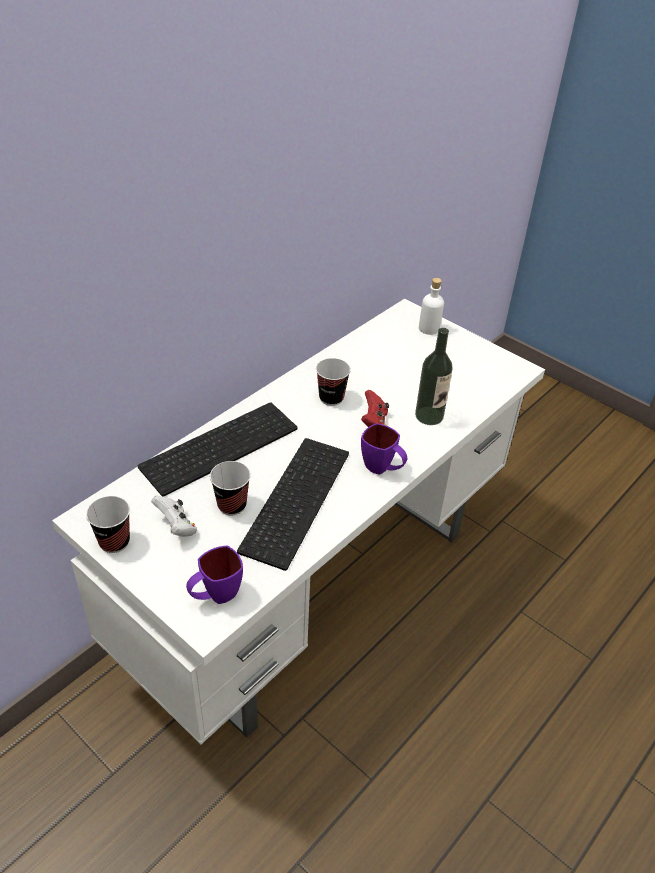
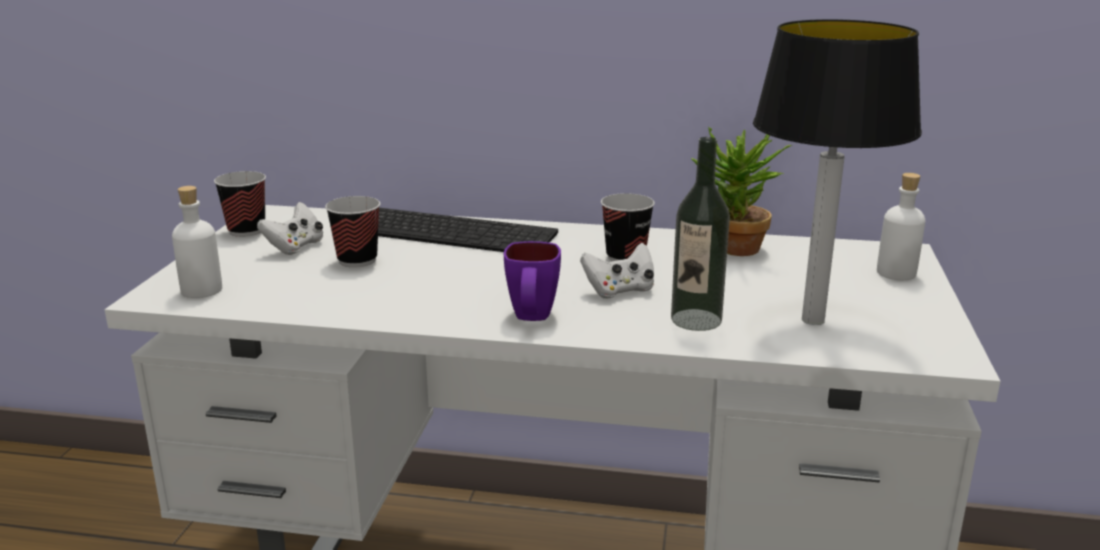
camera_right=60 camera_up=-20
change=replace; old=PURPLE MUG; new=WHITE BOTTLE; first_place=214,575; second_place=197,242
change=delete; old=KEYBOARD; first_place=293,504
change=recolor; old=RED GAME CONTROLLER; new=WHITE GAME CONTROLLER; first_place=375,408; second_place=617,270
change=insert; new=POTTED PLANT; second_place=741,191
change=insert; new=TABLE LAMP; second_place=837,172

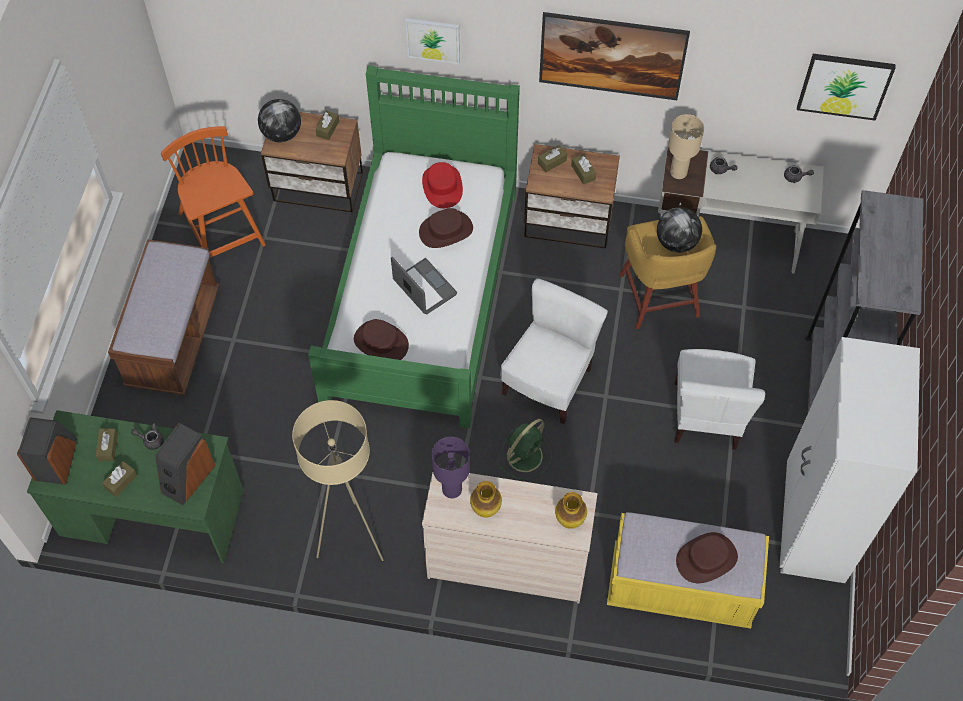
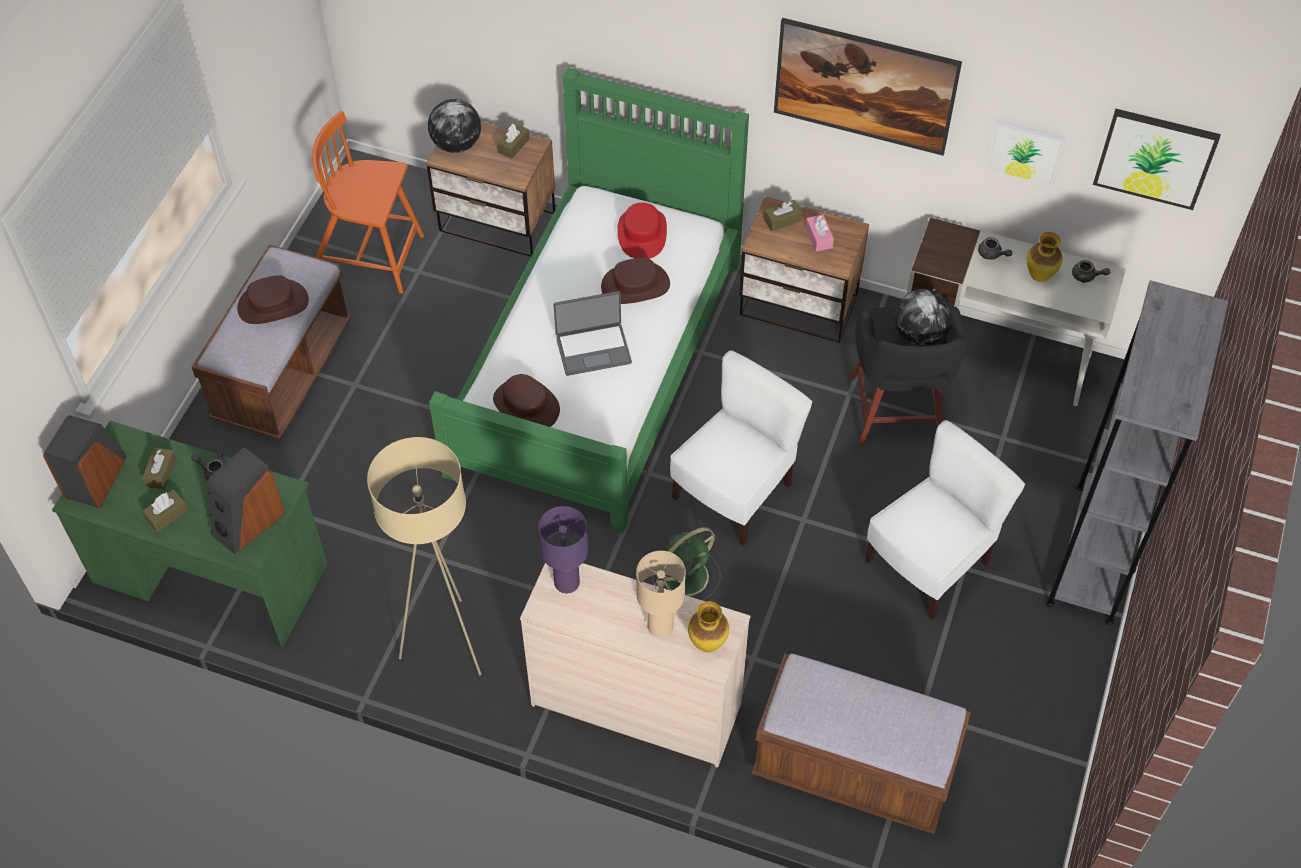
camera_right=10 camera_up=-5
change=rotate; old=ORANGE CHAIR; first_place=213,192; second_place=368,202; degrees=-60
change=rotate; old=LAPTOP; first_place=424,286; second_place=592,333; degrees=105
change=move; old=PICTURE; first_place=432,41; second_place=1026,154
change=move; old=VASE; first_place=486,499; second_place=1045,257
change=recolor; old=BROWN TISSUE BOX; new=PINK TISSUE BOX; first_place=583,169; second_place=820,233
change=recolor; old=YELLOW BENCH; new=BROWN BENCH; first_place=688,570; second_place=861,744
change=recolor; old=YELLOW STOOL; new=BLACK STOOL; first_place=667,272; second_place=908,376
change=move; old=BEIGE TABLE LAMP; first_place=686,146; second_place=661,594
change=rotate; old=WHITE CHAIR; first_place=719,399; second_place=945,519; degrees=-150
change=move; old=BROWN HAT; first_place=707,557; second_place=273,299
change=delete; old=WHITE WARDROBE; first_place=850,460

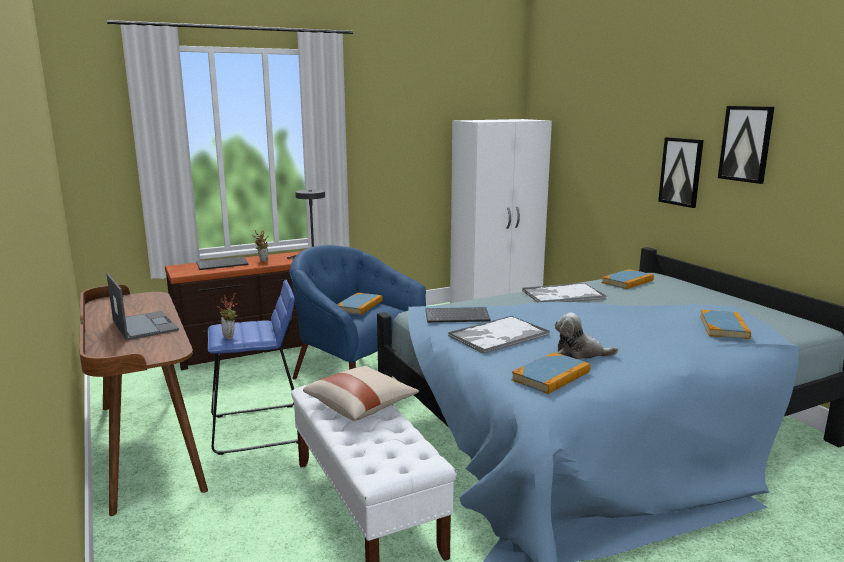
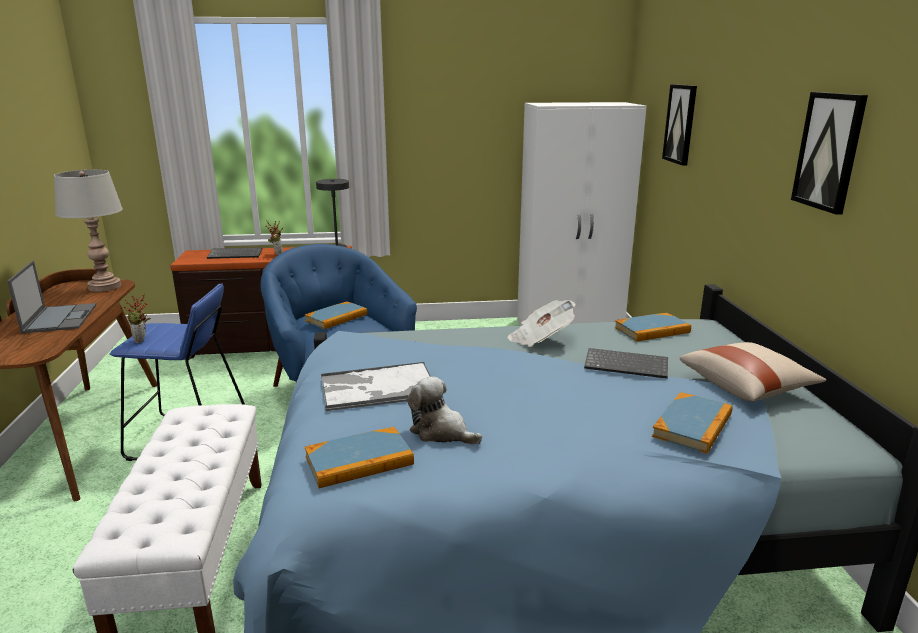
camera_right=20 camera_up=5
change=move; old=BEIGE PILLOW; first_place=361,393; second_place=753,372
change=move; old=KEYBOARD; first_place=458,315; second_place=626,363
change=replace; old=TRAY; new=NEWSPAPER; first_place=564,293; second_place=541,323
change=move; old=PICTURE; first_place=681,172; second_place=679,125
change=insert; new=GREY TABLE LAMP; second_place=88,231

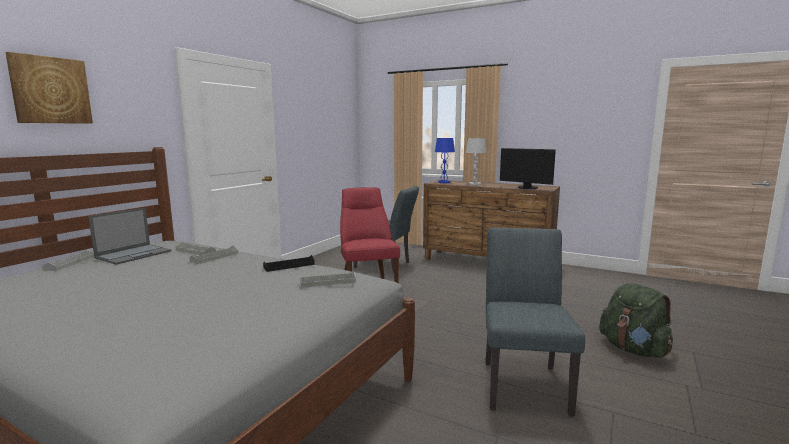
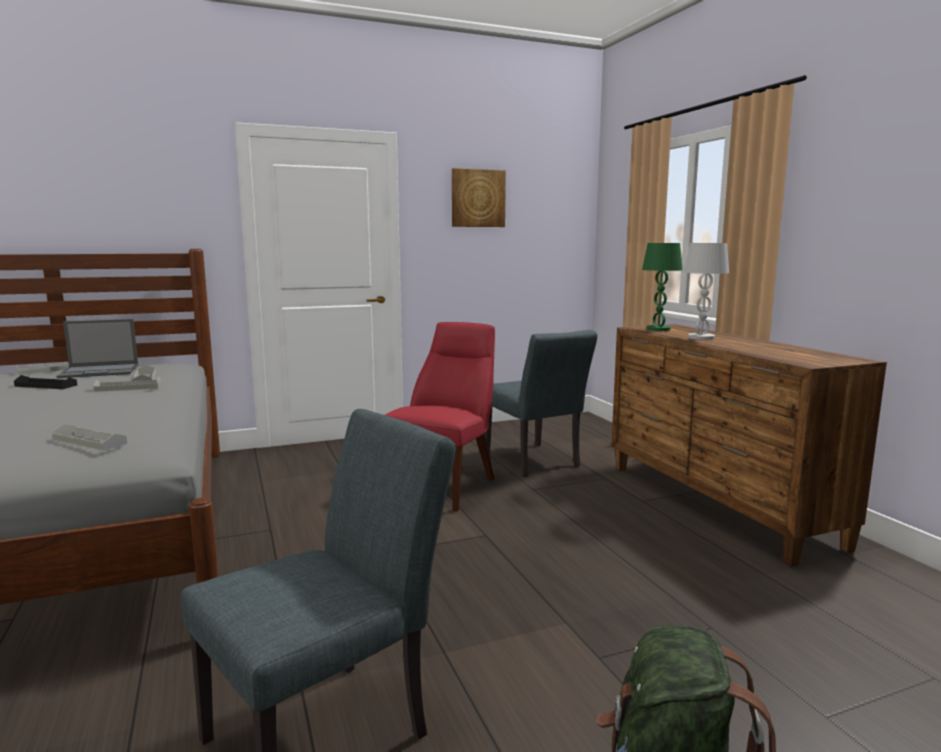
camera_right=40 camera_up=0
change=move; old=PICTURE; first_place=49,88; second_place=479,197
change=move; old=BLACK TRAY; first_place=289,263; second_place=45,382
change=recolor; old=BLUE TABLE LAMP; new=GREEN TABLE LAMP; first_place=445,160; second_place=662,287
change=delete; old=MONITOR; first_place=528,168

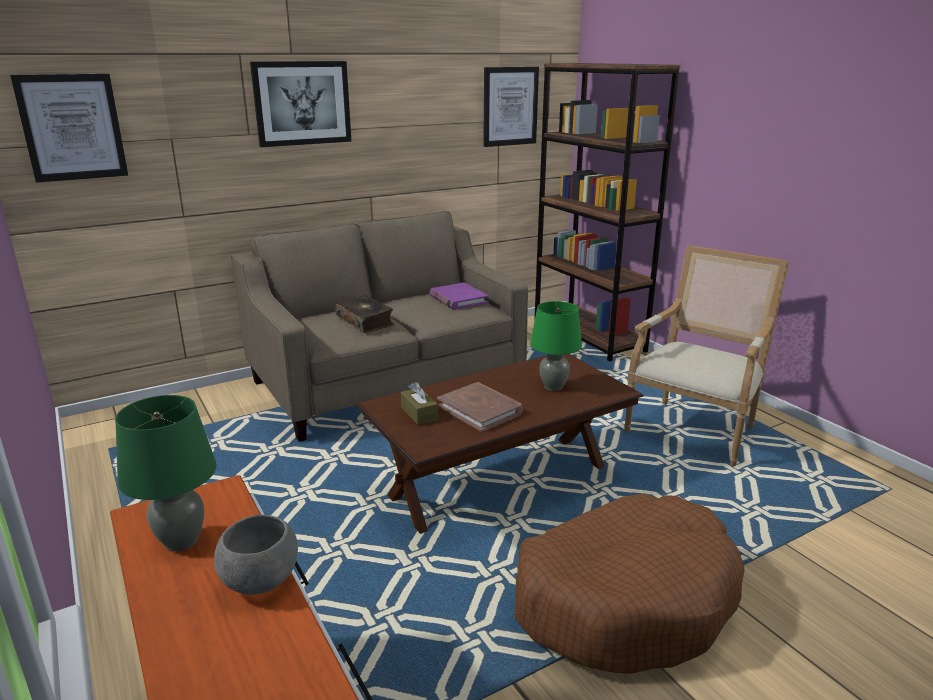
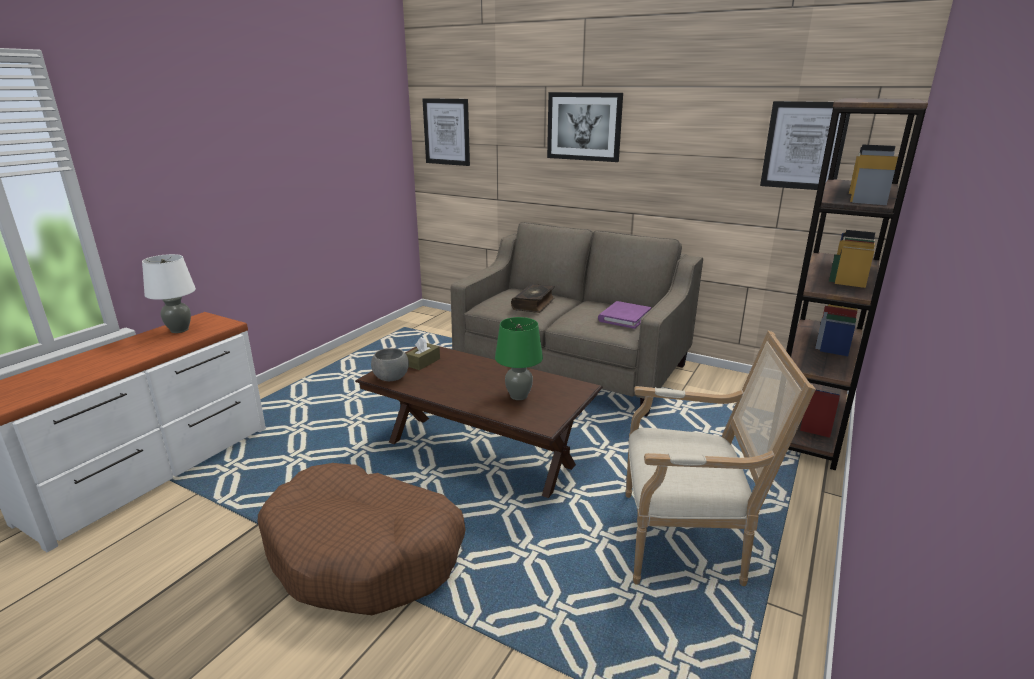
camera_right=60 camera_up=0
change=recolor; old=GREEN TABLE LAMP; new=WHITE TABLE LAMP; first_place=165,473; second_place=169,293
change=move; old=GREY BOWL; first_place=256,555; second_place=390,364
change=delete; old=BROWN BOOK; first_place=480,407

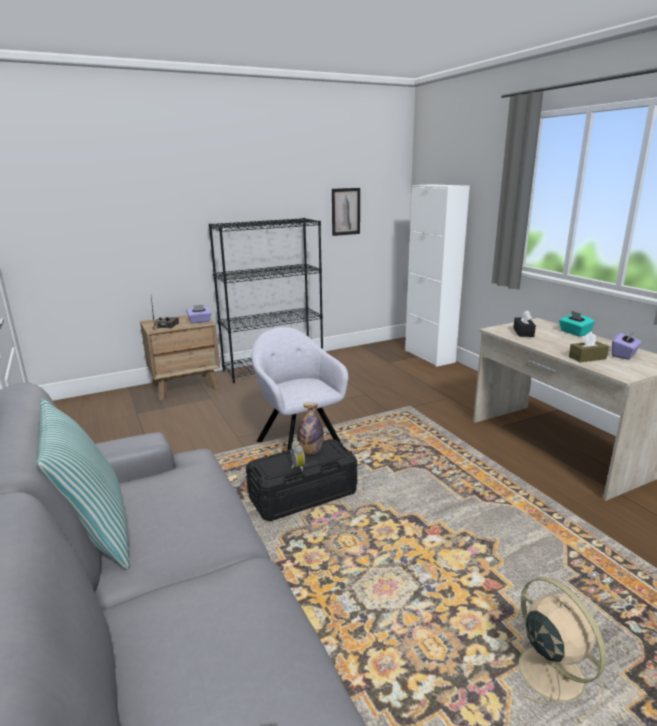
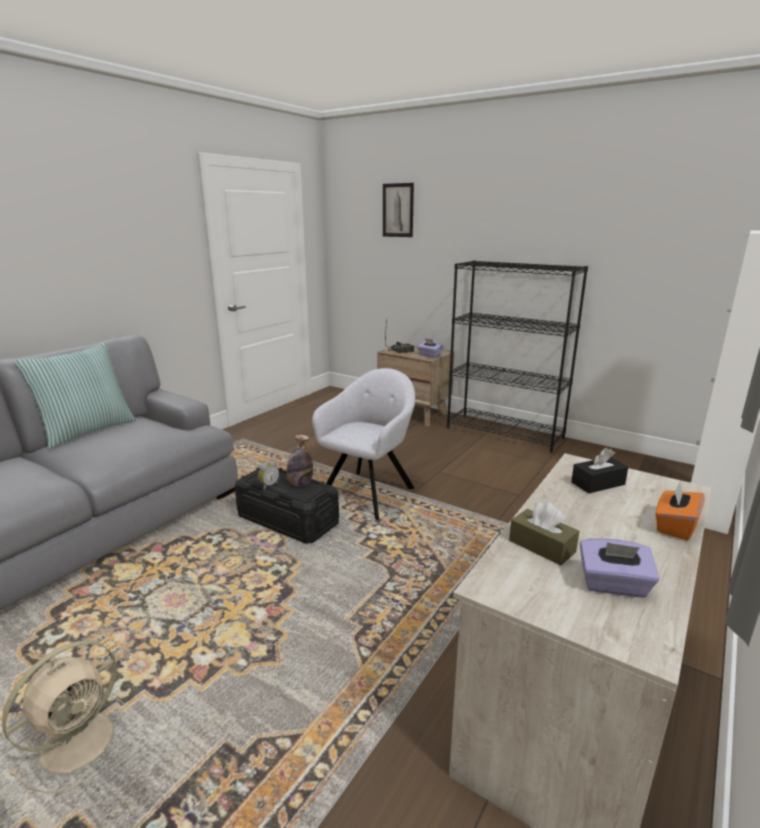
camera_right=60 camera_up=0
change=move; old=PICTURE; first_place=346,212; second_place=398,210
change=recolor; old=TURQUOISE TISSUE BOX; new=ORANGE TISSUE BOX; first_place=577,323; second_place=680,510

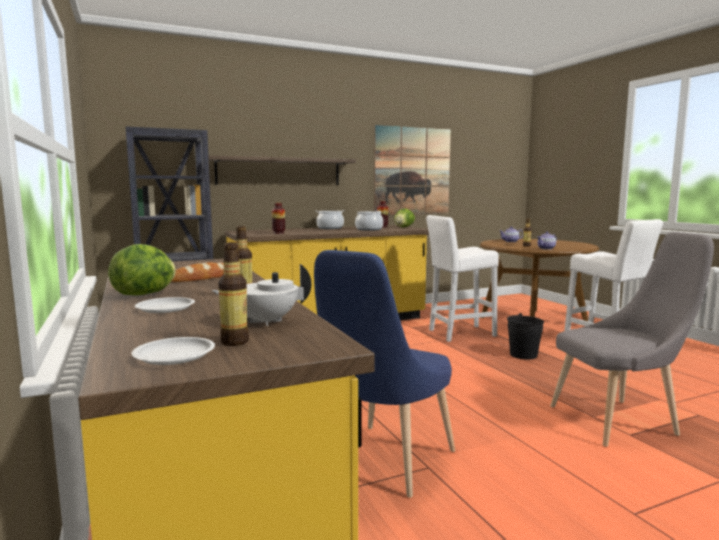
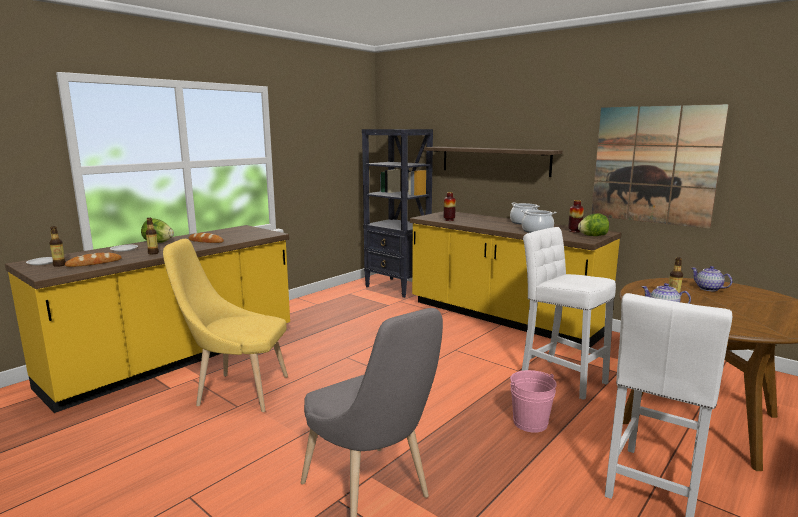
camera_right=65 camera_up=5
change=replace; old=WHITE TEAPOT; new=BREAD; first_place=261,295; second_place=93,260
change=recolor; old=BLUE CHAIR; new=YELLOW CHAIR; first_place=384,374; second_place=225,325
change=recolor; old=BLACK BUCKET; new=PINK BUCKET; first_place=525,336; second_place=533,401

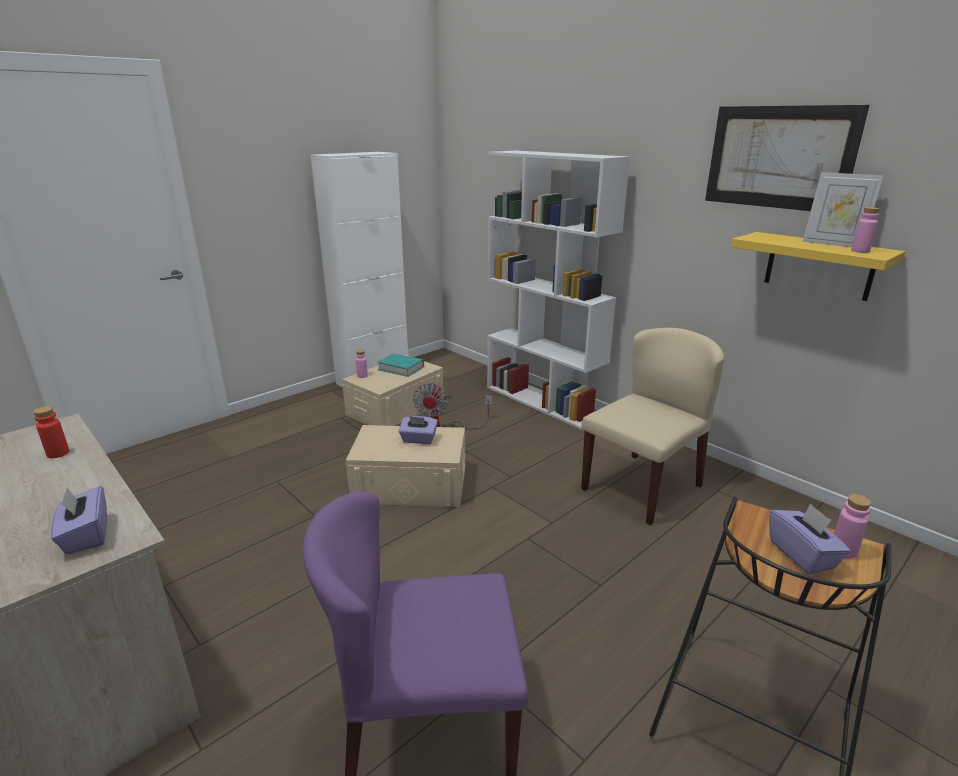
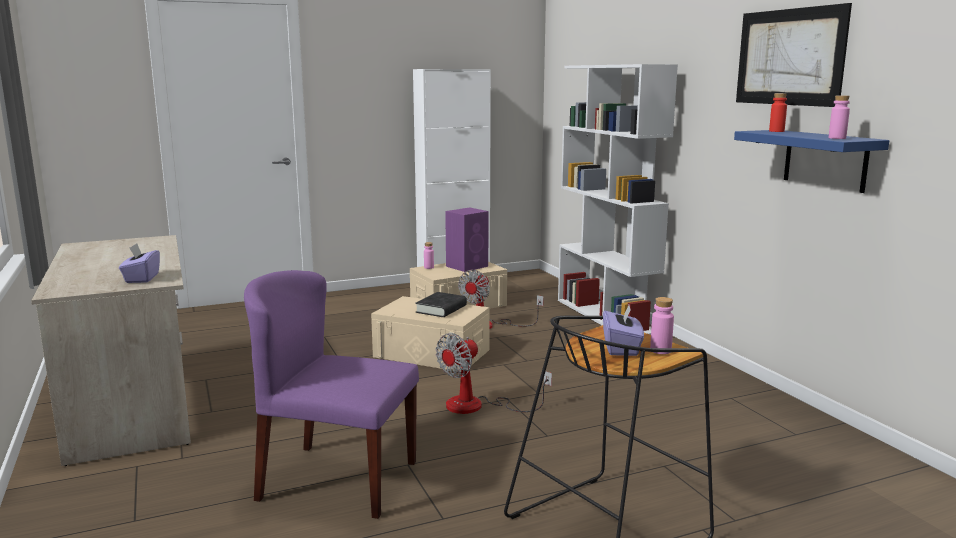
camera_right=20 camera_up=-10
change=move; old=RED BOTTLE; first_place=51,432; second_place=778,112
change=replace; old=TURQUOISE BOOK; new=PURPLE SPEAKER; first_place=401,365; second_place=467,239
change=replace; old=PURPLE TISSUE BOX; new=BLACK BOOK; first_place=418,430; second_place=441,304
change=delete; old=BEIGE CHAIR; first_place=652,426
change=recolor; old=YELLOW SHELF; new=BLUE SHELF; first_place=818,266; second_place=811,161
change=delete; old=PICTURE FRAME; first_place=843,210
change=insert; new=FAN; second_place=493,373

